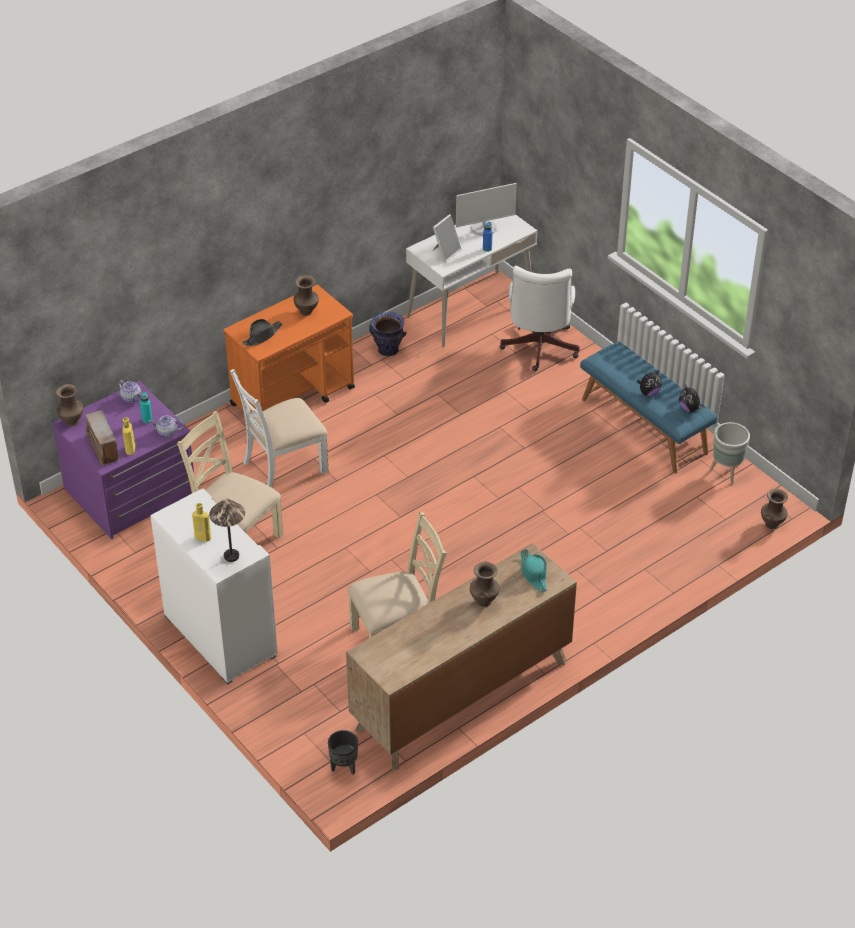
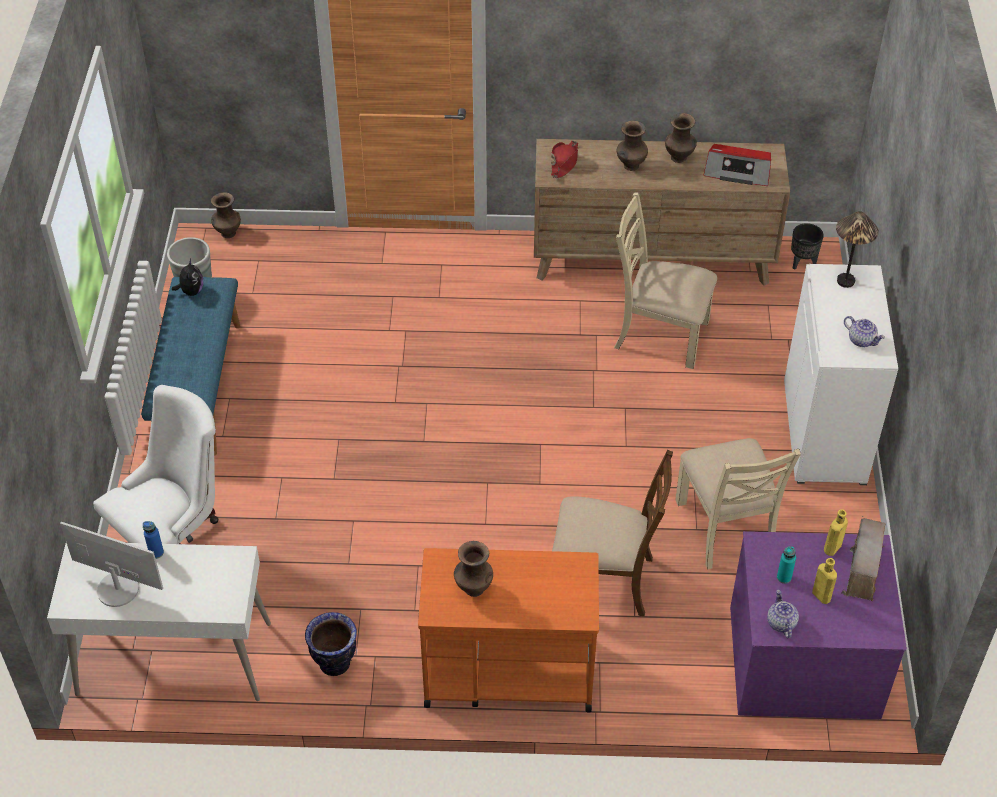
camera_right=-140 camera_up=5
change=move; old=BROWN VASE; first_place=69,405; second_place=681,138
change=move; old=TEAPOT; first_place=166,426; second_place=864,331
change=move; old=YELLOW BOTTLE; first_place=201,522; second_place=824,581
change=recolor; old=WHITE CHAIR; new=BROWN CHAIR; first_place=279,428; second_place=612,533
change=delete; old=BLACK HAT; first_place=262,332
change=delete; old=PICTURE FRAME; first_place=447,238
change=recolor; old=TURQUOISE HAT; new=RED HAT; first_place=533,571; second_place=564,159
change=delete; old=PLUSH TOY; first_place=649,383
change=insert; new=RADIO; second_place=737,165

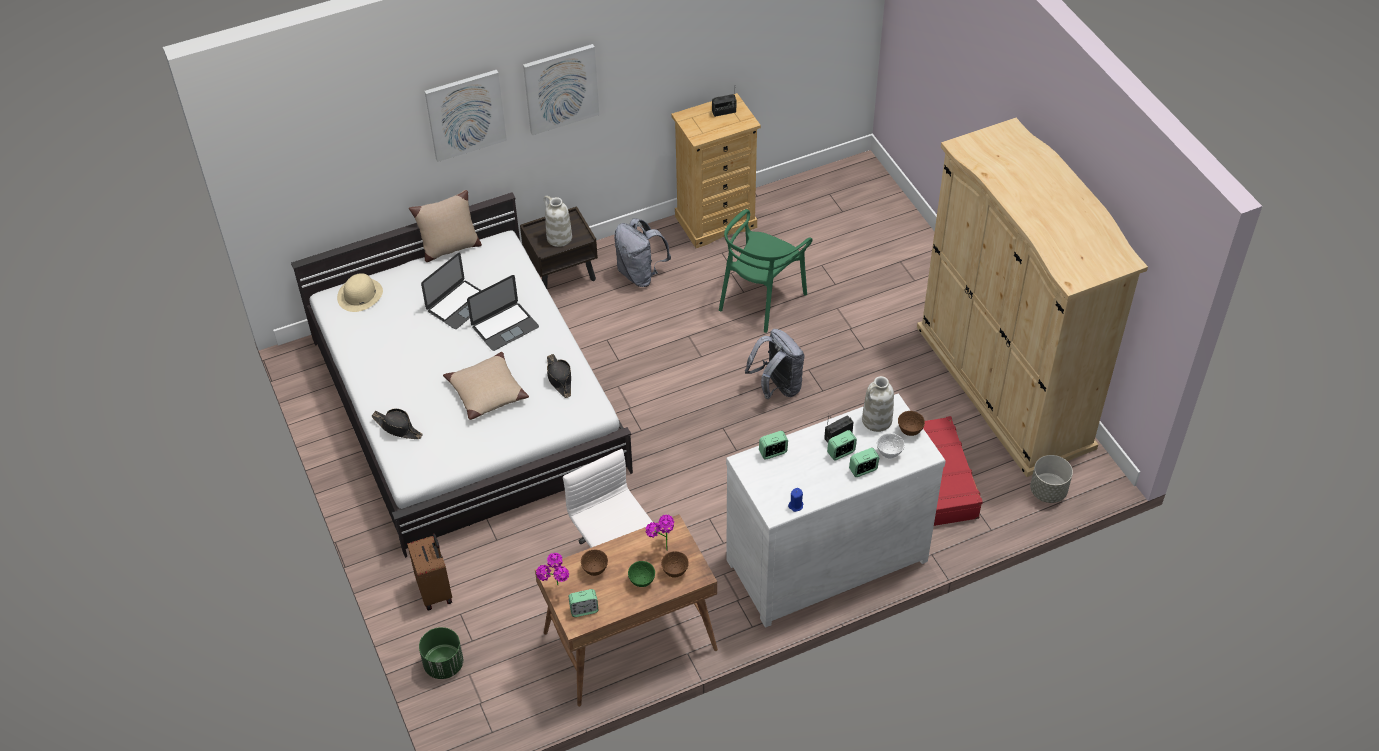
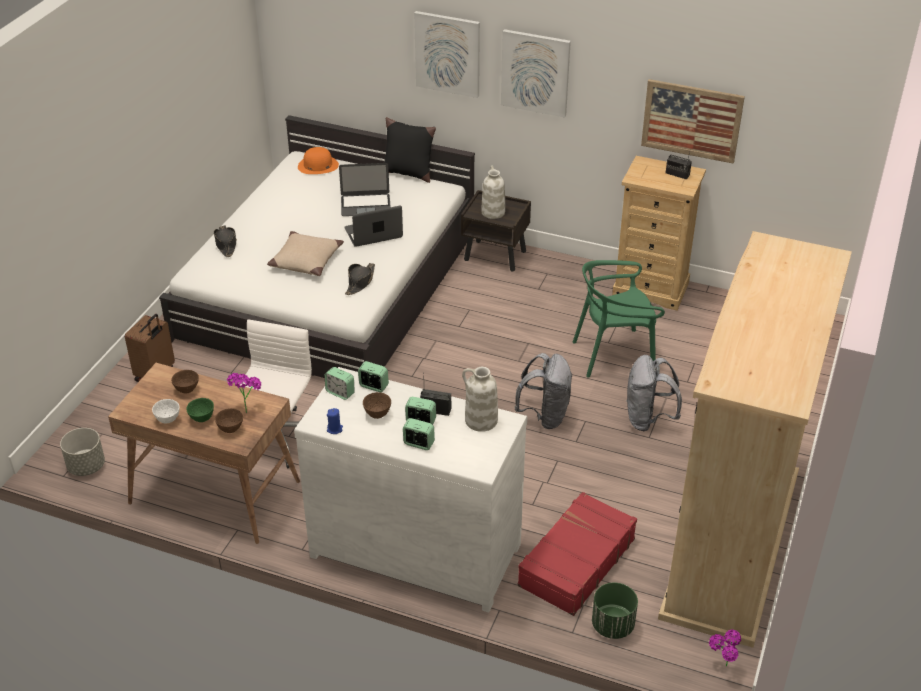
camera_right=45 camera_up=-10
change=recolor; old=BEIGE HAT; new=ORANGE HAT; first_place=360,292; second_place=318,160
change=recolor; old=BEIGE PILLOW; new=BLACK PILLOW; first_place=445,226; second_place=410,150
change=move; old=GREEN PLANTER; first_place=441,653; second_place=615,610
change=rotate; old=LAPTOP; first_place=503,313; second_place=373,226; degrees=150
change=move; old=POTTED PLANT; first_place=552,569; second_place=725,647
change=move; old=ALARM CLOCK; first_place=583,603; second_place=340,383
change=move; old=GREY BACKPACK; first_place=642,252; second_place=654,393
change=move; old=WHITE BOWL; first_place=891,446; second_place=166,411
change=move; old=BROWN BOWL; first_place=911,423; second_place=377,405
change=move; old=GREY PLANTER; first_place=1051,479; second_place=82,452
change=insert; new=PICTURE; second_place=693,121

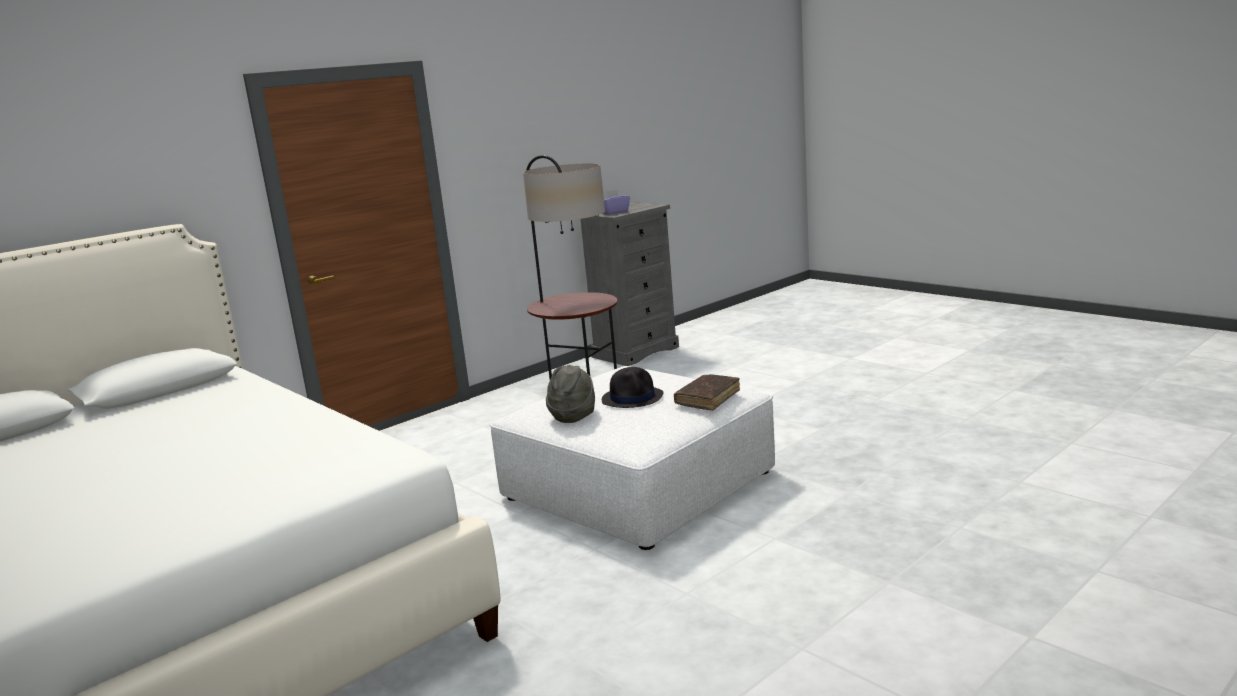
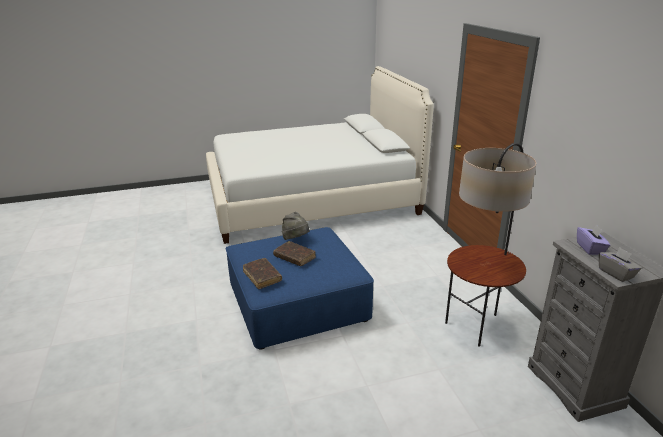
camera_right=115 camera_up=10
change=recolor; old=WHITE OTTOMAN; new=BLUE OTTOMAN; first_place=632,458; second_place=300,288
change=replace; old=BLACK HAT; new=BROWN BOOK; first_place=632,387; second_place=294,253
change=insert; new=GREY TISSUE BOX; second_place=620,264

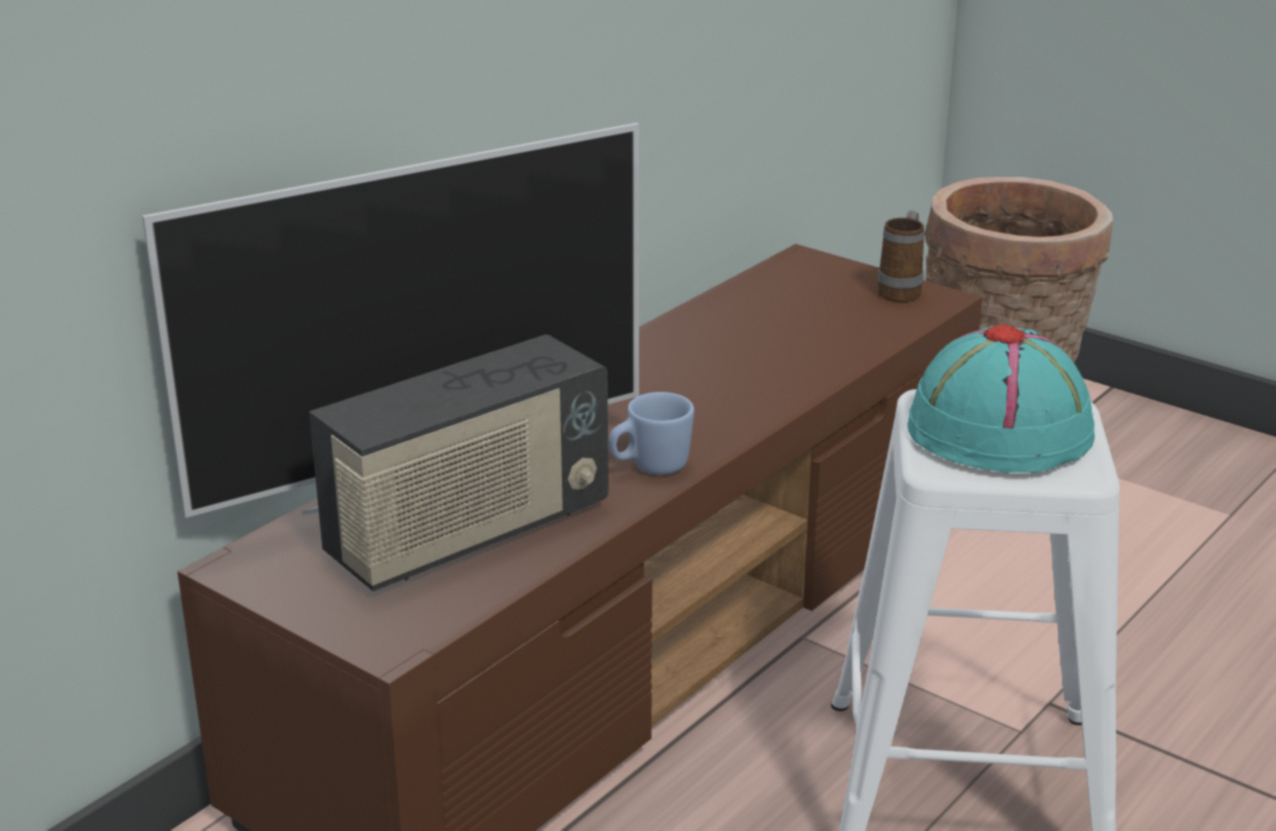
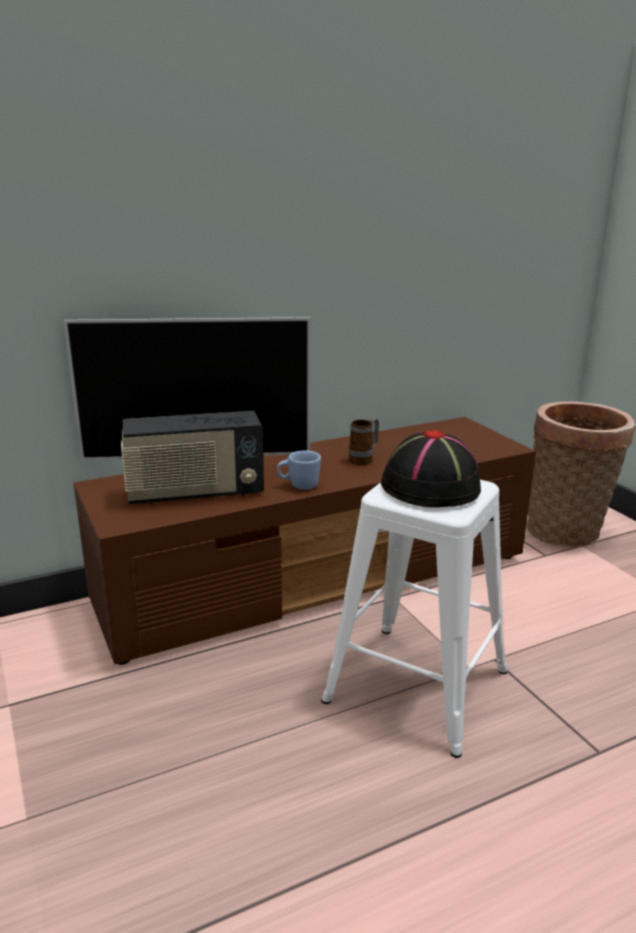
camera_right=25 camera_up=-5
change=move; old=MUG; first_place=901,256; second_place=364,441
change=recolor; old=TURQUOISE HAT; new=BLACK HAT; first_place=1001,398; second_place=431,468

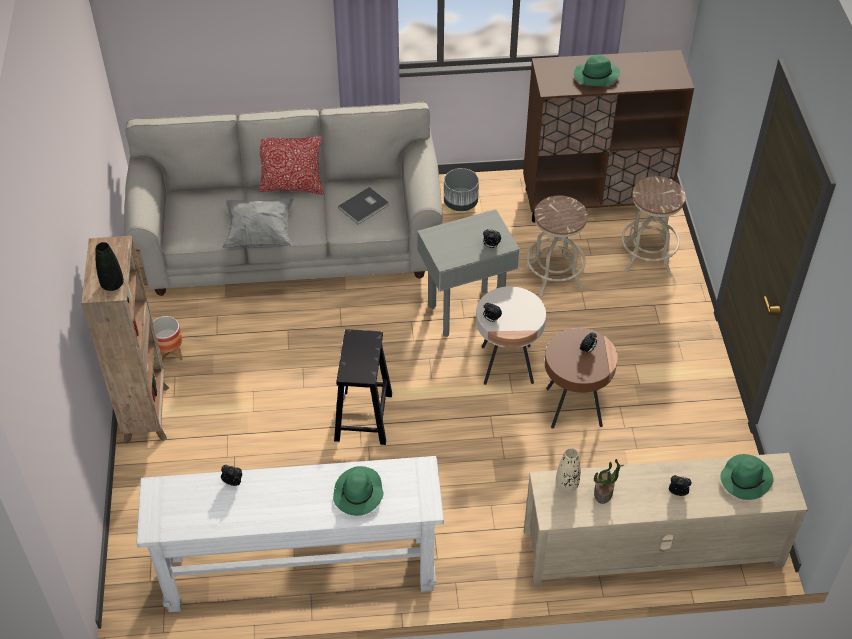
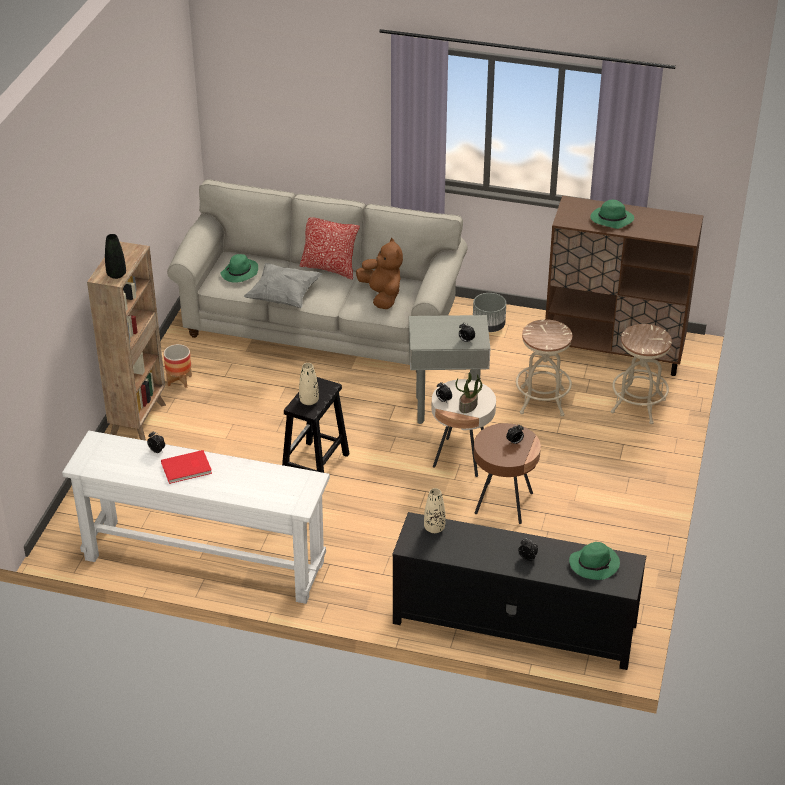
camera_right=20 camera_up=-10
change=move; old=GREEN HAT; first_place=358,491; second_place=239,268
change=replace; old=GREY BOOK; new=BROWN PLUSH TOY; first_place=363,205; second_place=379,273
change=recolor; old=BEIGE TV STAND; new=BLACK TV STAND; first_place=666,520; second_place=519,591
change=move; old=POTTED PLANT; first_place=609,481; second_place=468,392
change=insert; new=RED BOOK; second_place=186,467
change=insert; new=BEIGE VASE; second_place=309,384

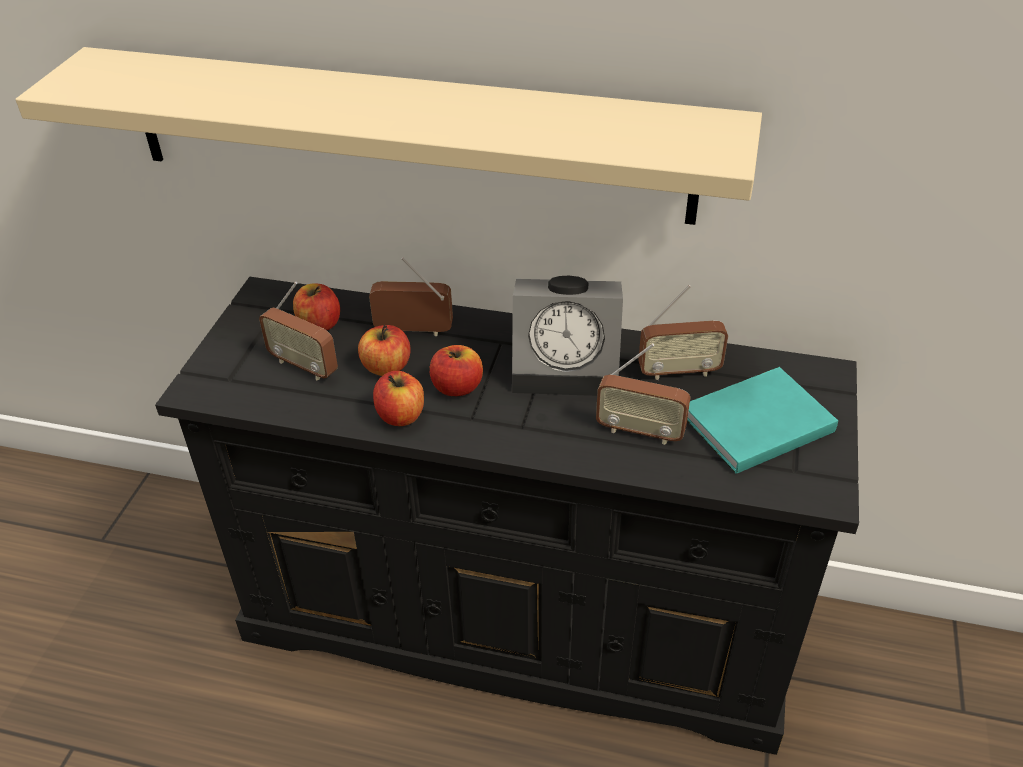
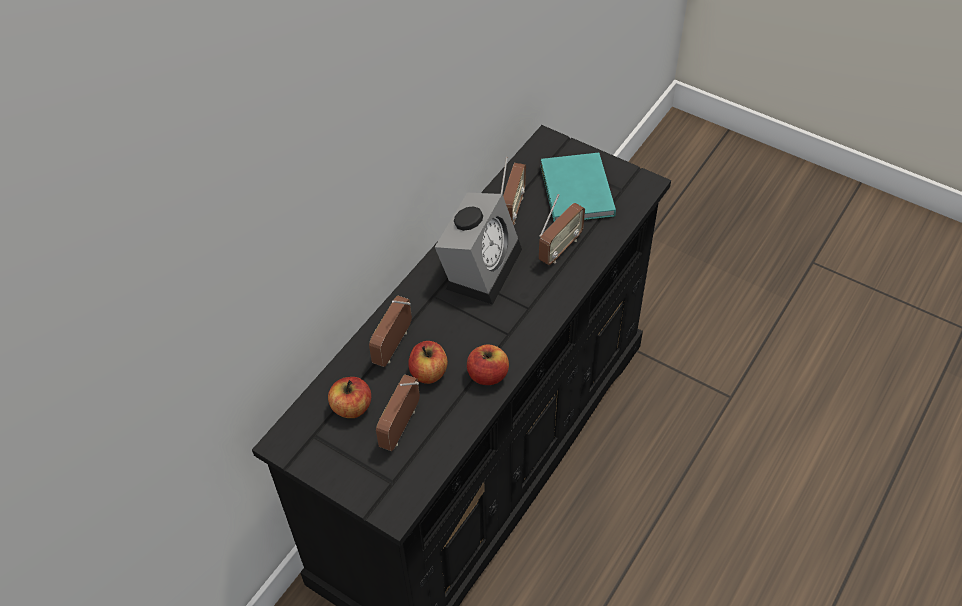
camera_right=-70 camera_up=10
change=delete; old=BEIGE SHELF; first_place=388,136
change=rotate; old=RADIO; first_place=298,331; second_place=398,413; degrees=150
change=delete; old=APPLE; first_place=456,370

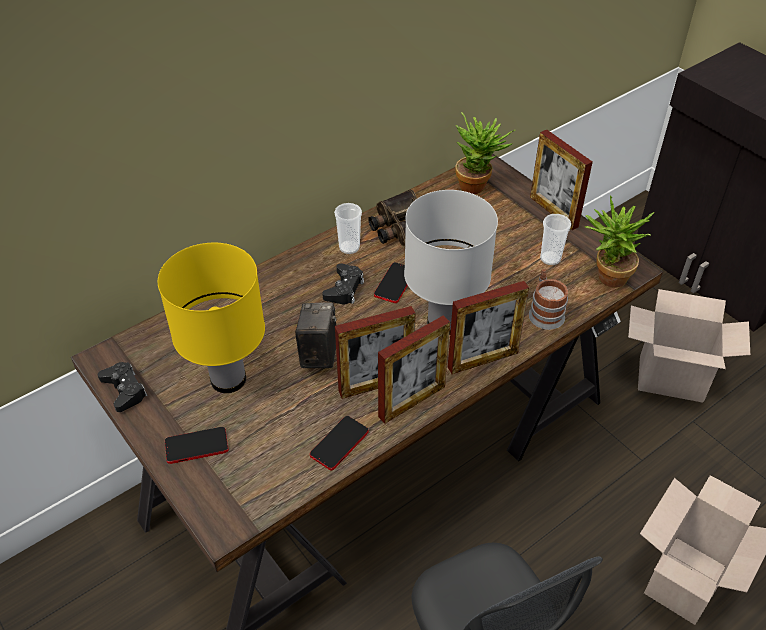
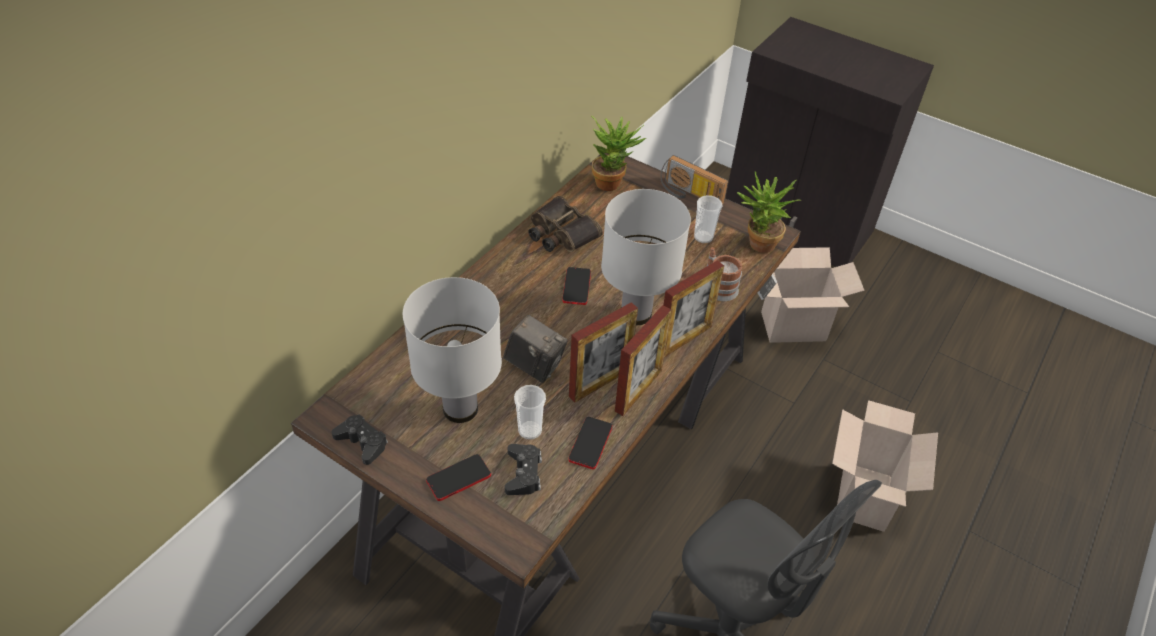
camera_right=-20 camera_up=0
change=recolor; old=YELLOW TABLE LAMP; new=WHITE TABLE LAMP; first_place=211,318; second_place=452,350
change=rotate; old=PHOTO CAMERA; first_place=316,335; second_place=535,349; degrees=135
change=move; old=BLACK GAME CONTROLLER; first_place=343,283; second_place=523,469
change=move; old=CUP; first_place=348,228; second_place=530,412
change=replace; old=PICTURE FRAME; new=RADIO; first_place=561,180; second_place=694,180

